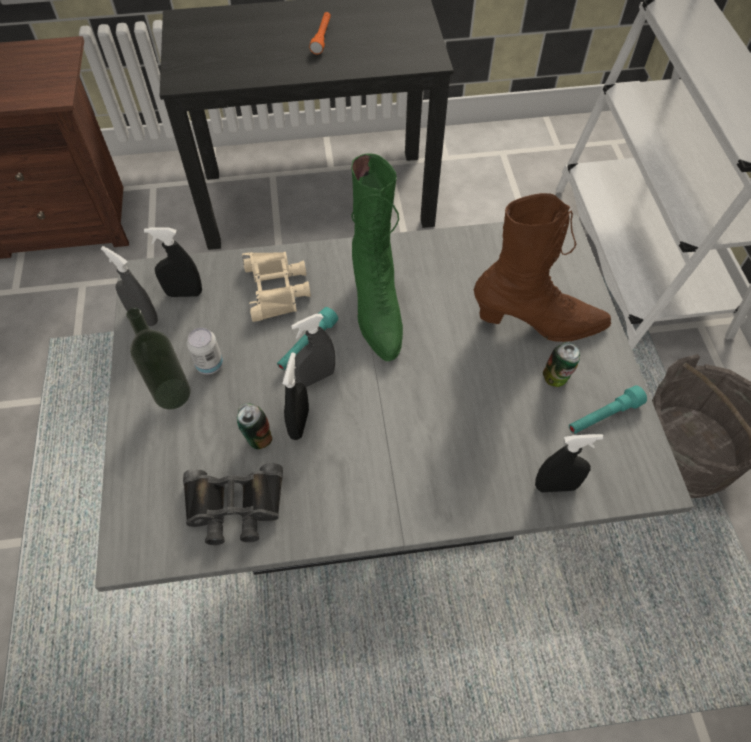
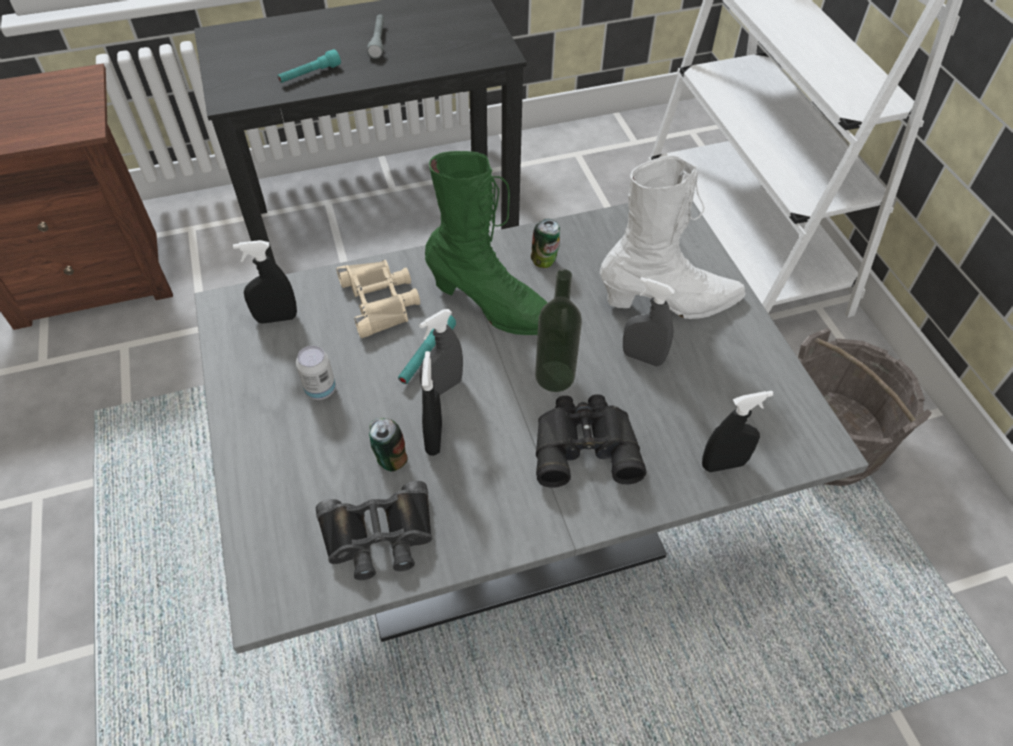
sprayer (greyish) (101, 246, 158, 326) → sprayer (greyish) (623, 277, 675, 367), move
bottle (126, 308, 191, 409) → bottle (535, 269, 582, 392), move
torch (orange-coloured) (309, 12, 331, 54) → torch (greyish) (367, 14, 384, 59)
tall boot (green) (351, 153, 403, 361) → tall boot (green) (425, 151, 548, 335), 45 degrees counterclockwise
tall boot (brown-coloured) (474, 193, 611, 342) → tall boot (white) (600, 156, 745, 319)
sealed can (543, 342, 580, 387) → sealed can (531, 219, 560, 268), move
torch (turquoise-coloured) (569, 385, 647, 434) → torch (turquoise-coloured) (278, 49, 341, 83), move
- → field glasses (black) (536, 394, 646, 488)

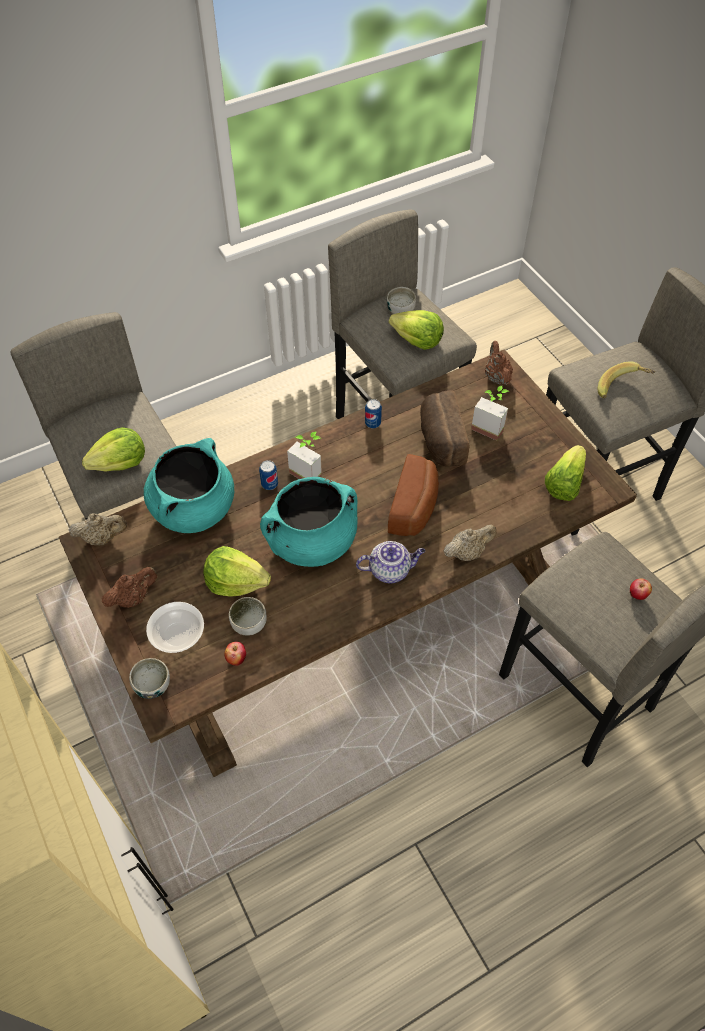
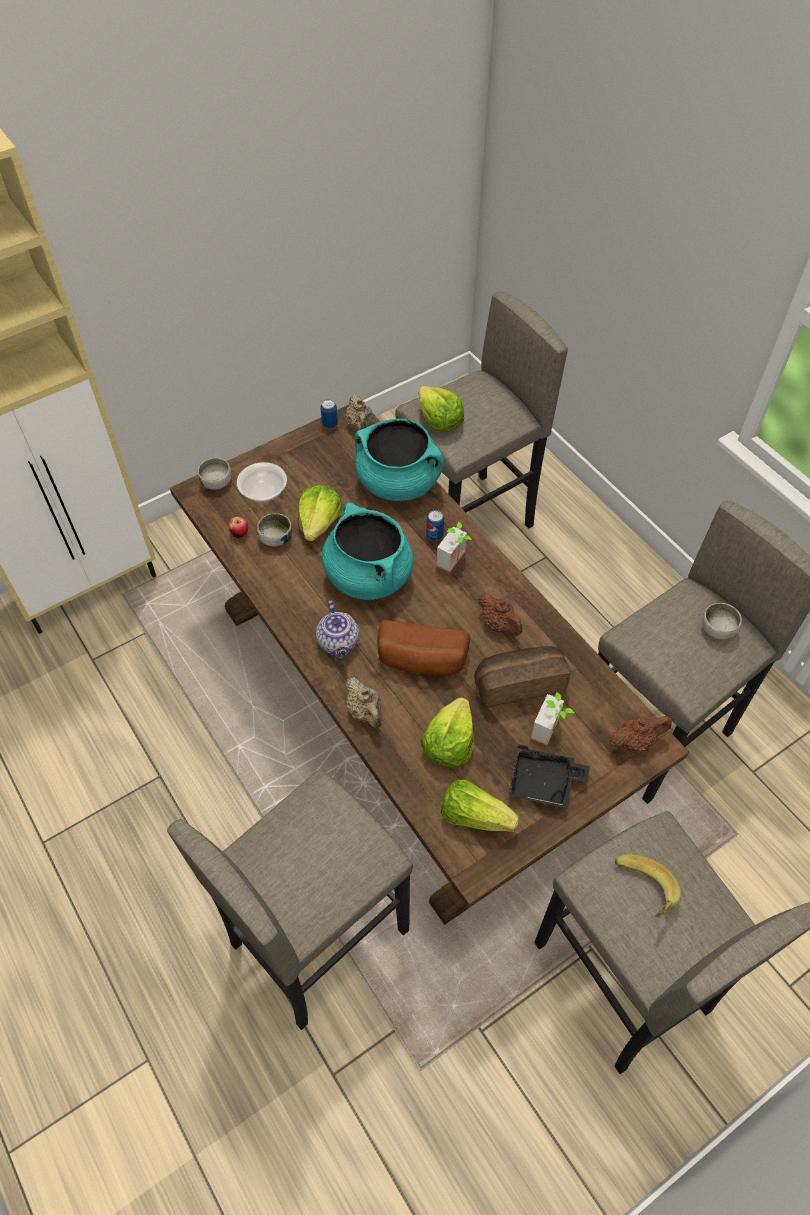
teapot (brown-coloured) (102, 567, 157, 608) → teapot (brown-coloured) (478, 593, 522, 636), move
sealed can (365, 399, 382, 428) → sealed can (320, 399, 338, 429), move
lettuce (389, 310, 444, 350) → lettuce (420, 697, 474, 768), move
whole apple (630, 579, 652, 600) → -
- → carrying tray (black) (508, 745, 590, 808)

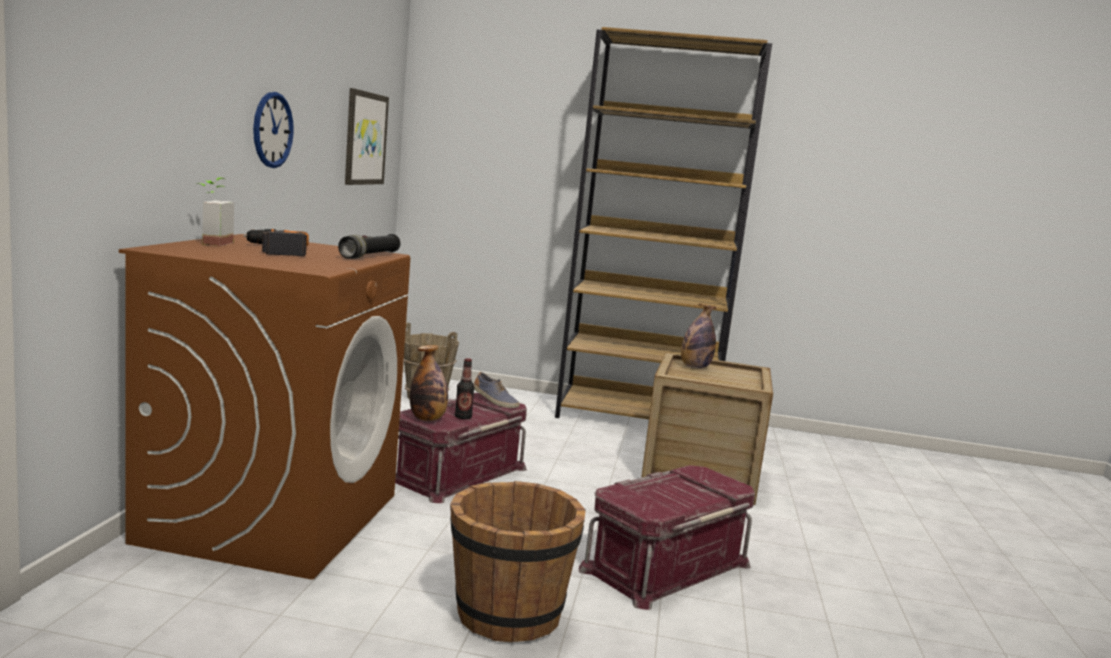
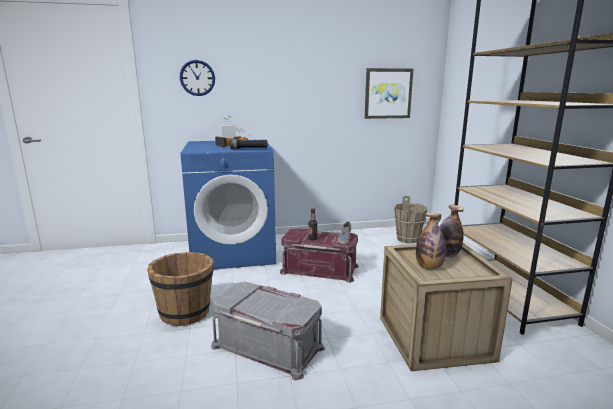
washing machine (brown-coloured) (119, 234, 410, 579) → washing machine (blue-coloured) (180, 141, 276, 270)
wall clock (253, 92, 294, 168) → wall clock (180, 60, 215, 96), move
bottle (410, 345, 448, 421) → bottle (416, 213, 446, 269), move
storage container (reddish) (579, 465, 755, 610) → storage container (greyish) (211, 282, 325, 380)

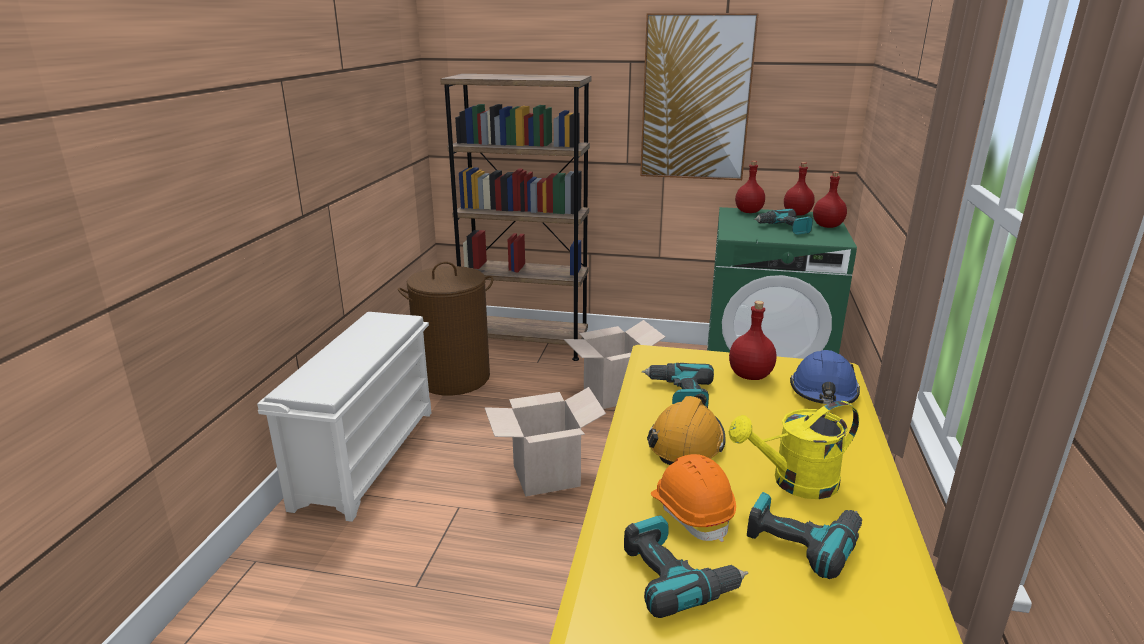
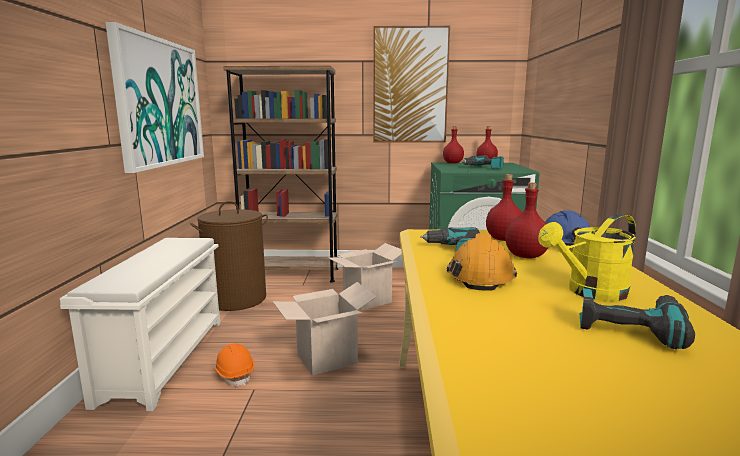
drill (624, 515, 748, 618) → -
hard hat (orange-coloured) (651, 454, 736, 542) → hard hat (orange-coloured) (214, 343, 255, 386), move
bottle (reddish) (813, 172, 847, 228) → bottle (reddish) (505, 182, 548, 258), move
- → wall art (105, 22, 204, 173)

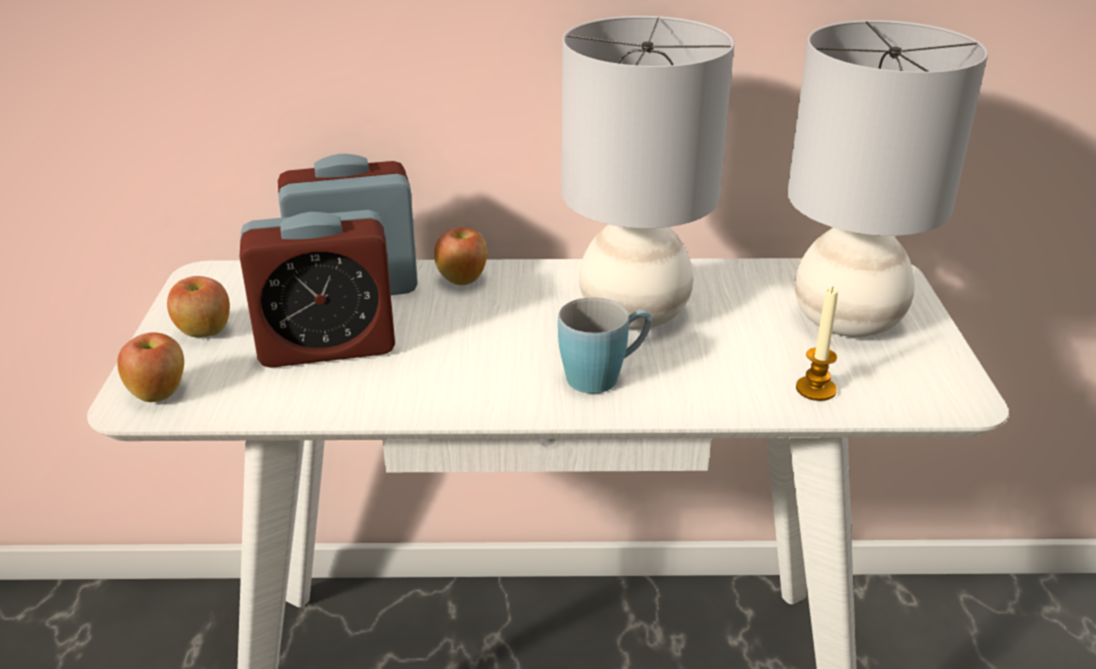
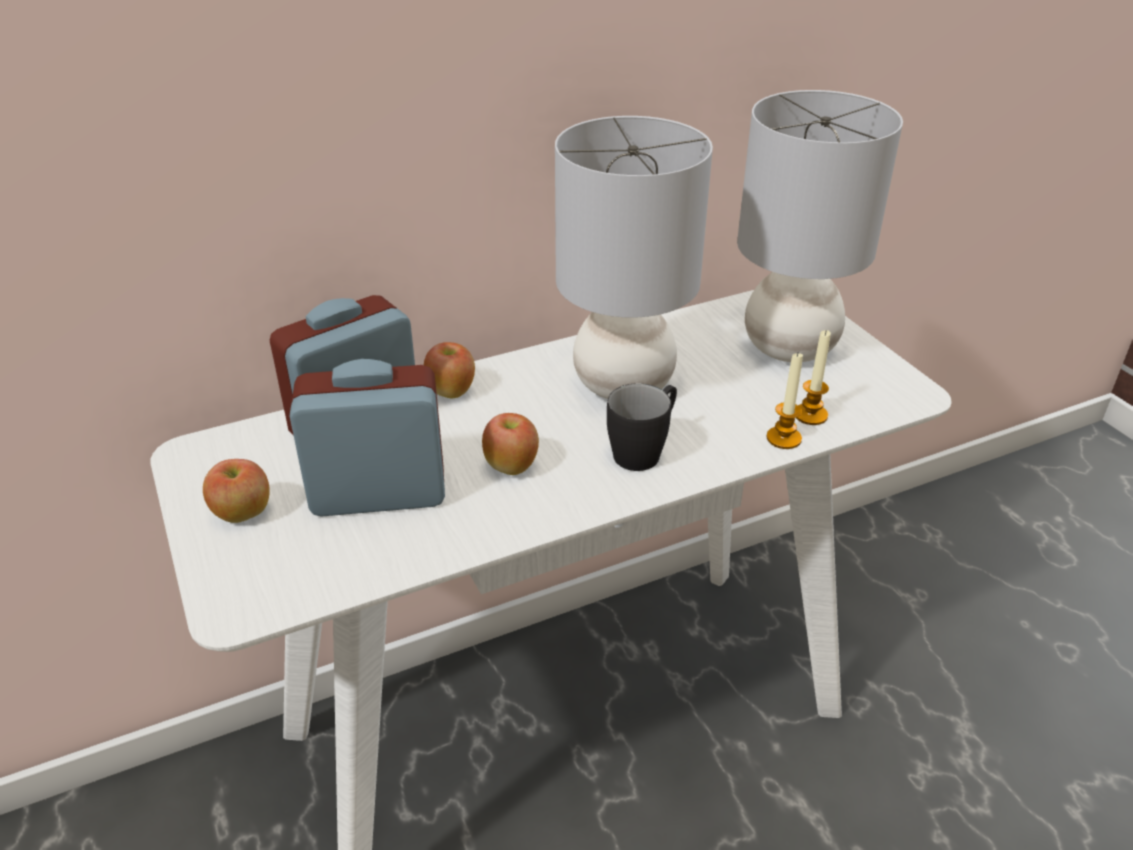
whole apple (117, 333, 184, 402) → whole apple (482, 413, 539, 475), move
bedside clock (239, 210, 395, 368) → bedside clock (290, 359, 445, 517), 150 degrees counterclockwise
tea mug (blue-coloured) (558, 297, 652, 393) → tea mug (black) (607, 383, 677, 471)
- → wax candle (767, 353, 803, 449)

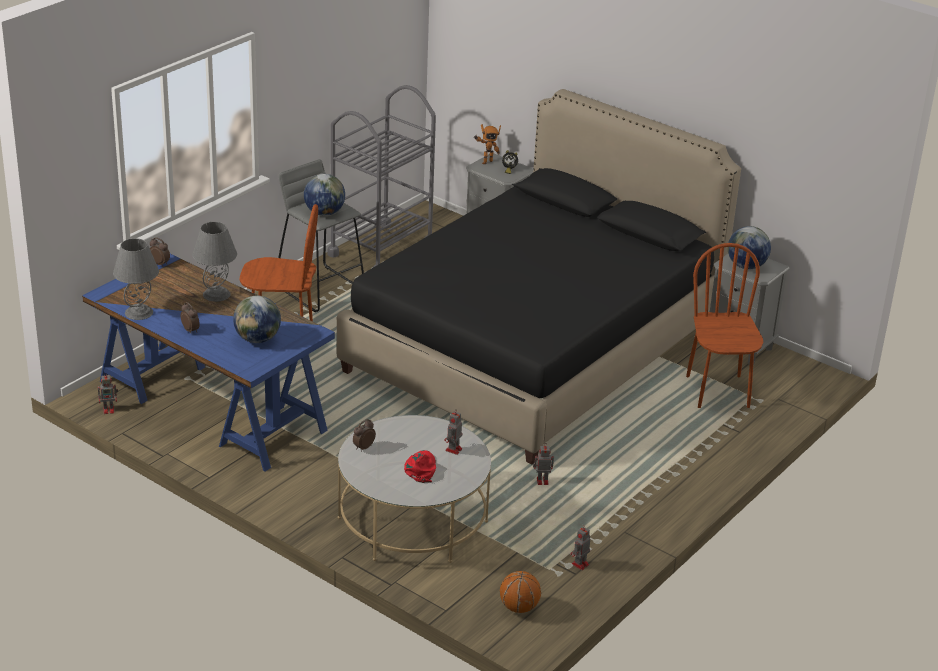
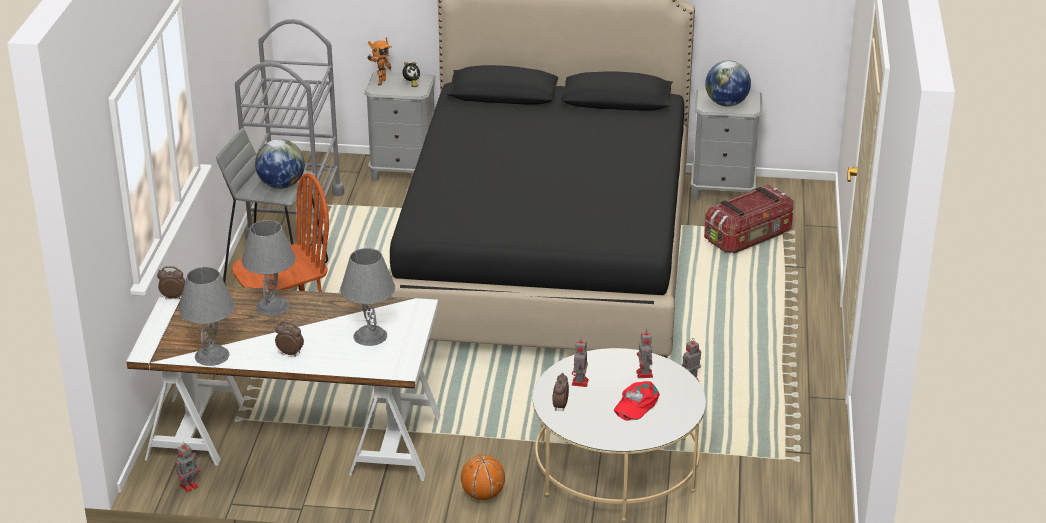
desk table (blue-coloured) (82, 254, 335, 472) → desk table (white) (126, 286, 441, 481)
desk globe (233, 295, 281, 343) → table lamp (greyish) (340, 248, 395, 346)
cap (reddish) (404, 450, 436, 483) → cap (reddish) (614, 381, 660, 421), 120 degrees counterclockwise
basketball (500, 571, 541, 613) → basketball (461, 455, 505, 500), move
model robot (570, 525, 590, 570) → model robot (572, 337, 589, 387), move
upright chair (brown-coloured) (686, 243, 763, 408) → storage container (704, 185, 794, 253)

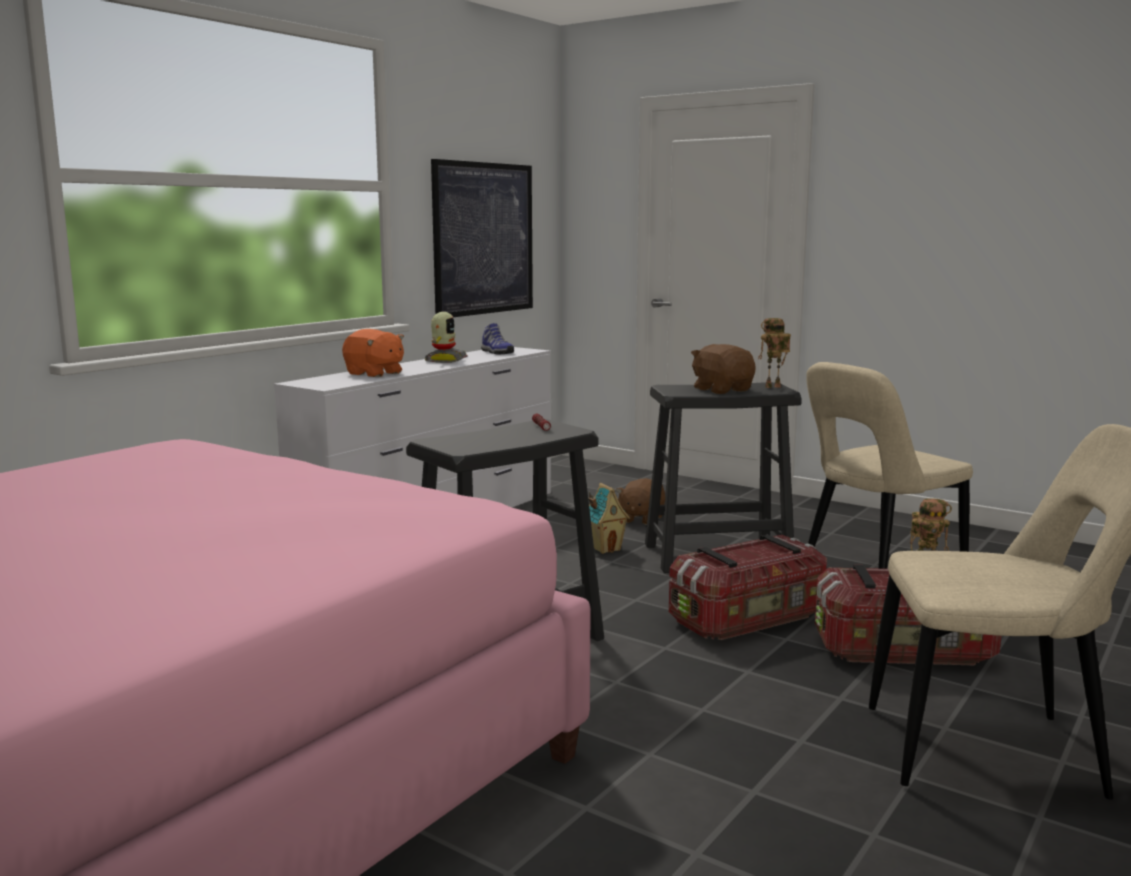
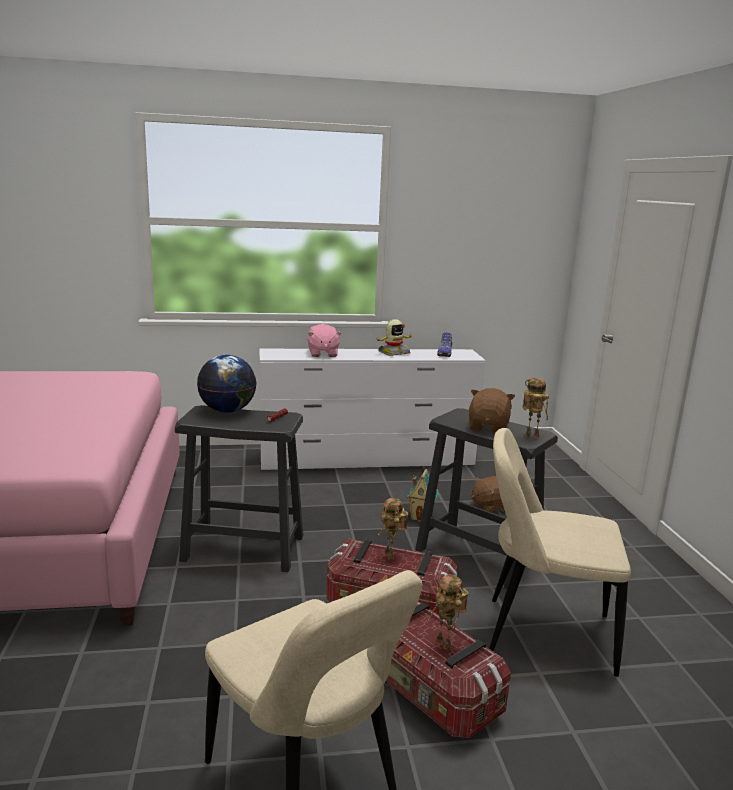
cuddly toy (orange-coloured) (342, 329, 404, 377) → cuddly toy (pink) (308, 324, 342, 357)
wall art (431, 159, 533, 317) → -
- → desk globe (197, 355, 257, 413)
- → model robot (377, 498, 408, 561)

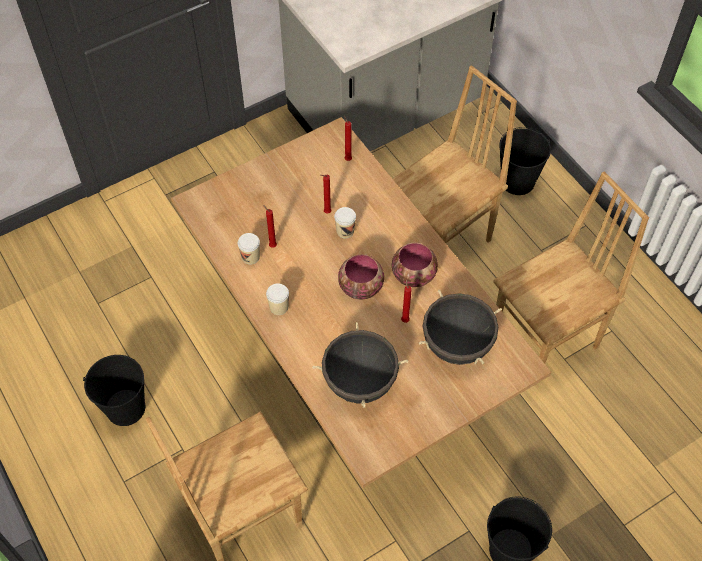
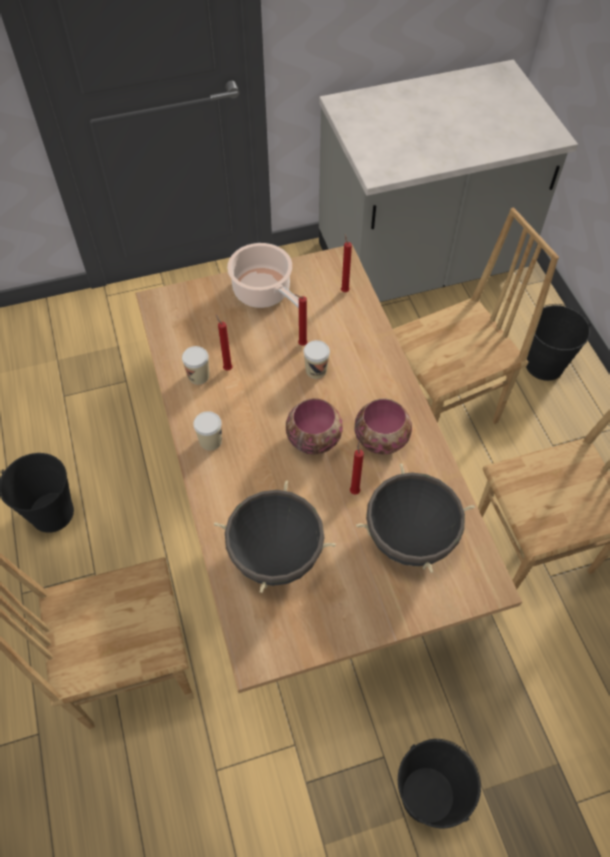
- → stockpot (227, 243, 299, 309)

